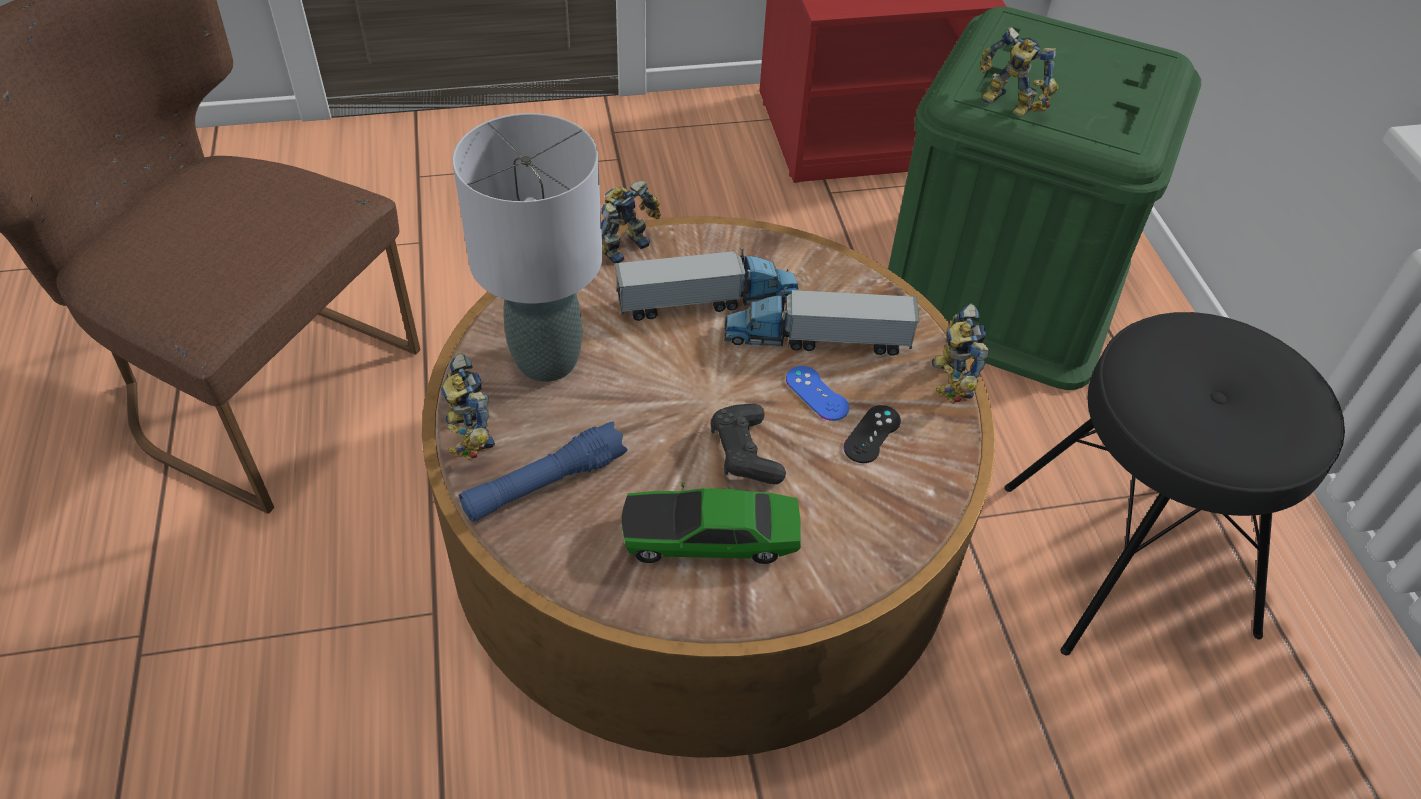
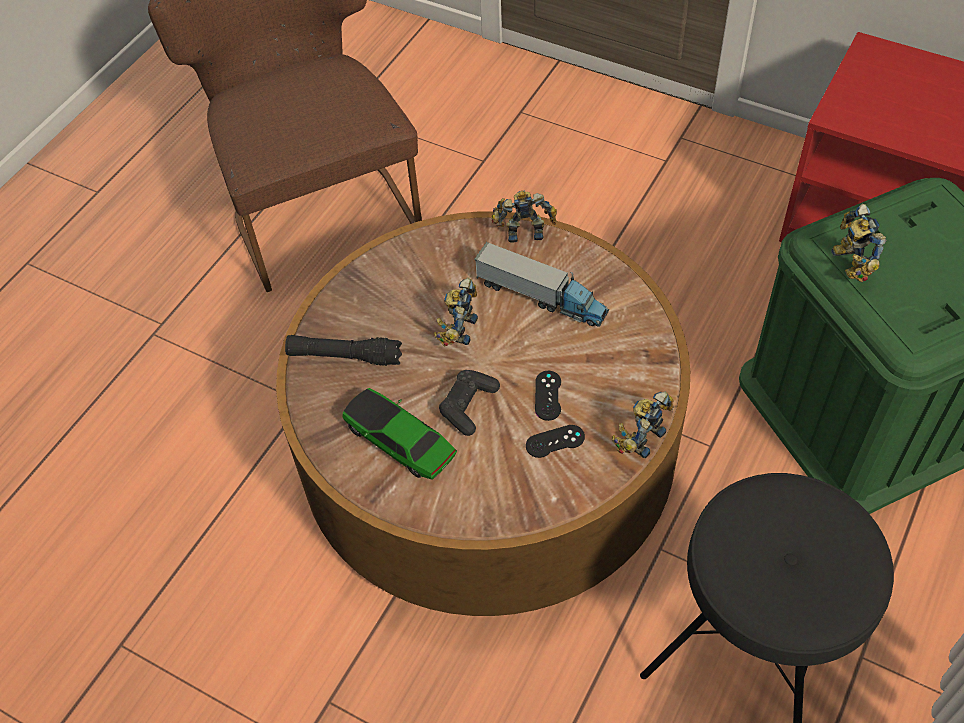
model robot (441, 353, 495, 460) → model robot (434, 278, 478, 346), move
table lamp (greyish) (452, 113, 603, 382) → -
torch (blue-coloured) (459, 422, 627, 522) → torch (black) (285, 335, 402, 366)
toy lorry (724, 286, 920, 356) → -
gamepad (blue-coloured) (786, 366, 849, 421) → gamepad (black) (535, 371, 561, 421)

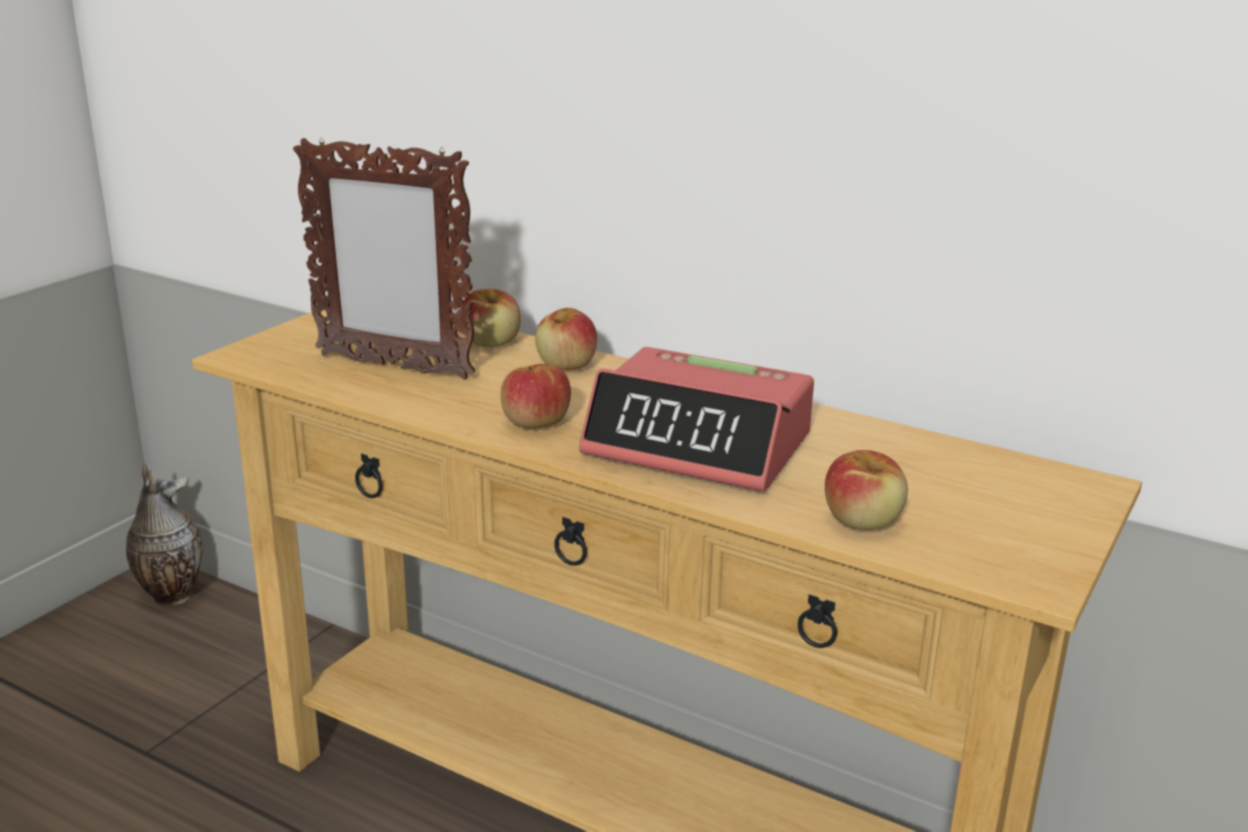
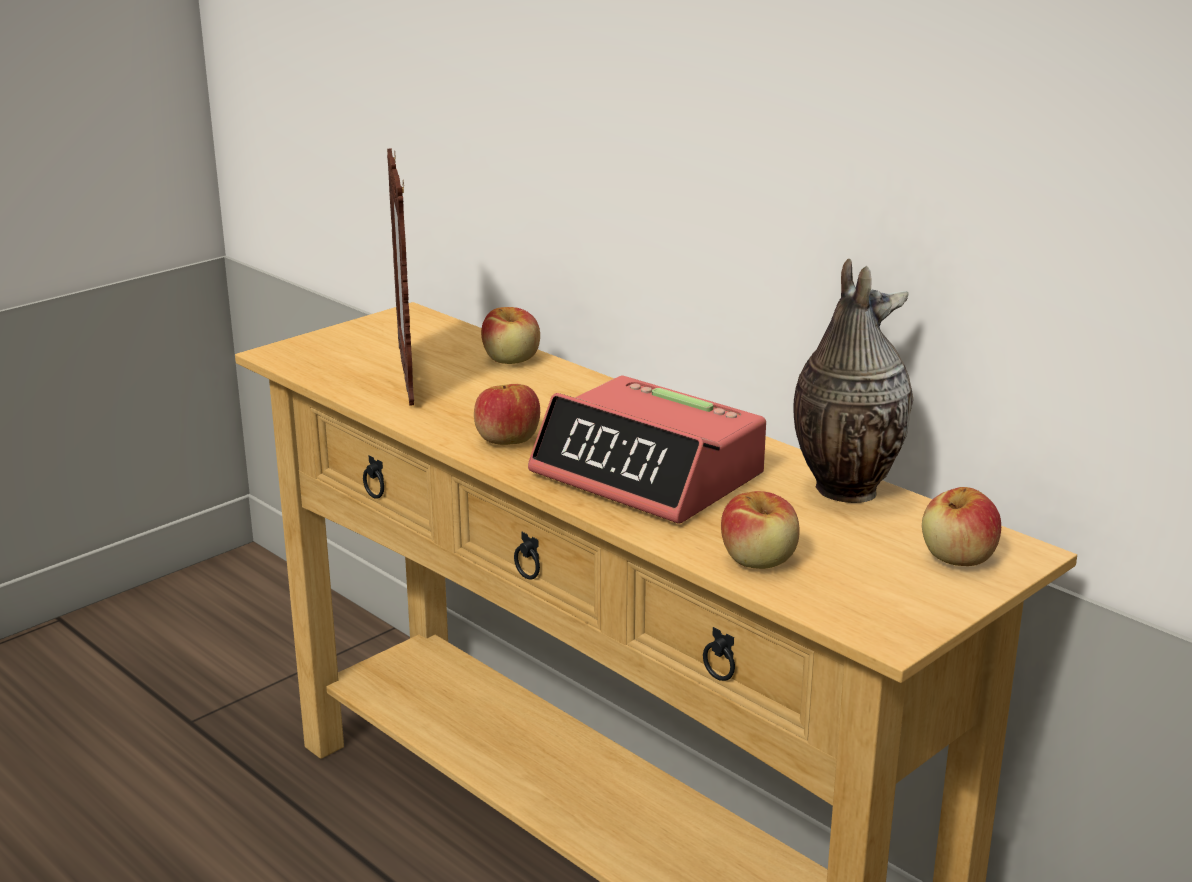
flower vase (126, 463, 202, 606) → flower vase (793, 259, 913, 503), move
picture frame (293, 137, 475, 380) → picture frame (387, 149, 414, 406), 45 degrees clockwise
whole apple (535, 308, 597, 370) → whole apple (922, 487, 1001, 566), move

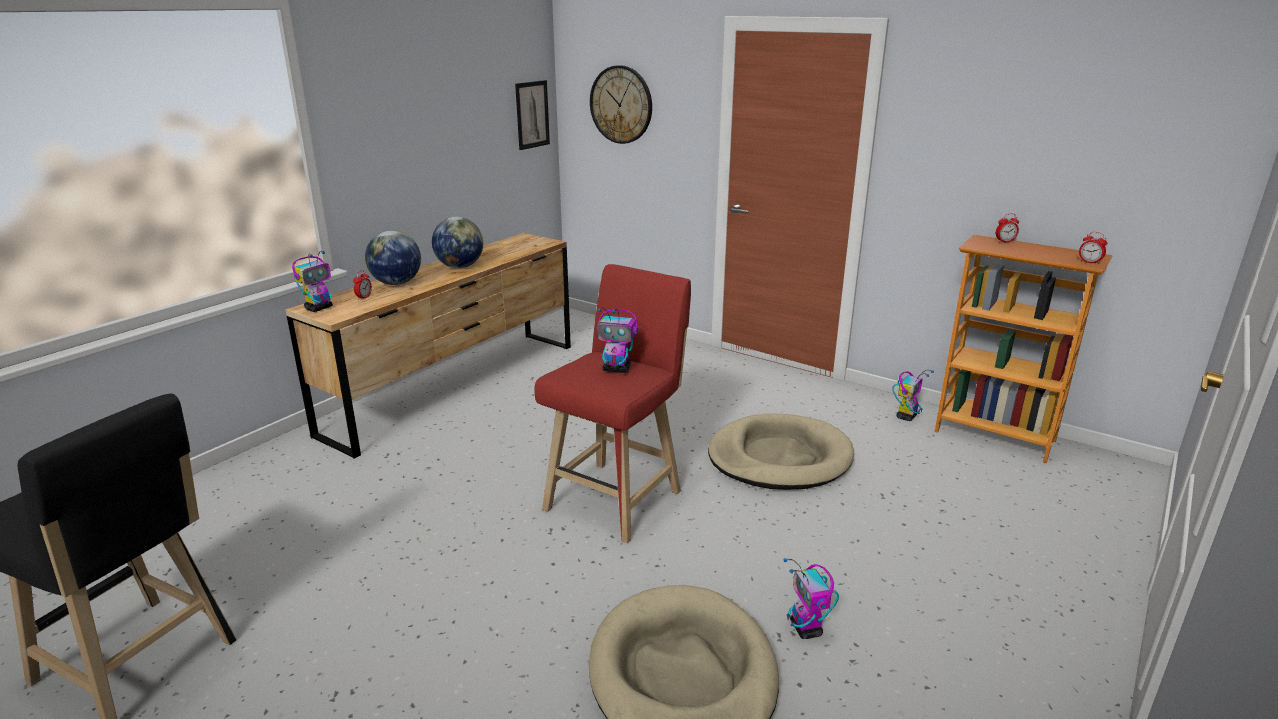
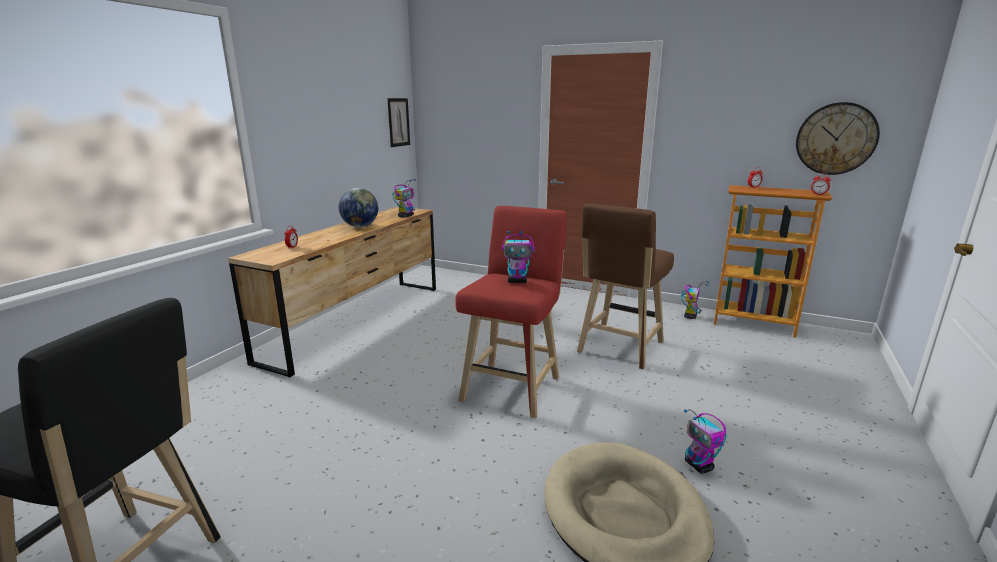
model robot (292, 251, 333, 312) → model robot (392, 179, 415, 218), move
desk globe (365, 230, 421, 285) → -
wall clock (590, 65, 652, 144) → wall clock (796, 102, 880, 175), move
pet bed (beige-coloured) (708, 413, 854, 490) → stool seat (brown-coloured) (577, 204, 674, 369)

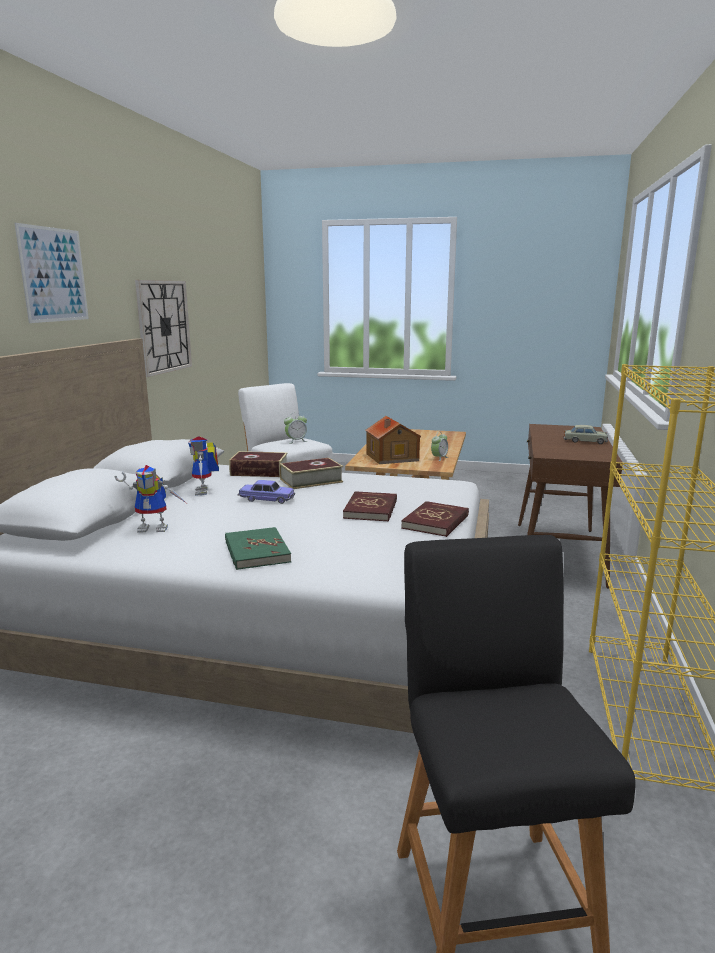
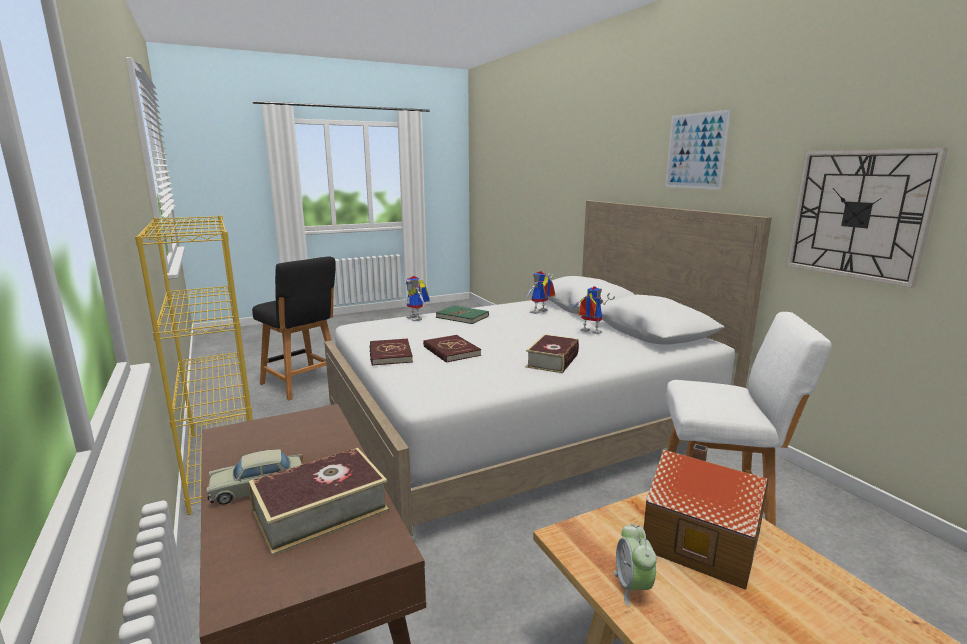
volume (229, 451, 288, 477) → volume (248, 448, 389, 556), move
miniature car (238, 480, 295, 504) → -
bedside clock (284, 412, 308, 444) → -
- → model robot (404, 276, 430, 321)

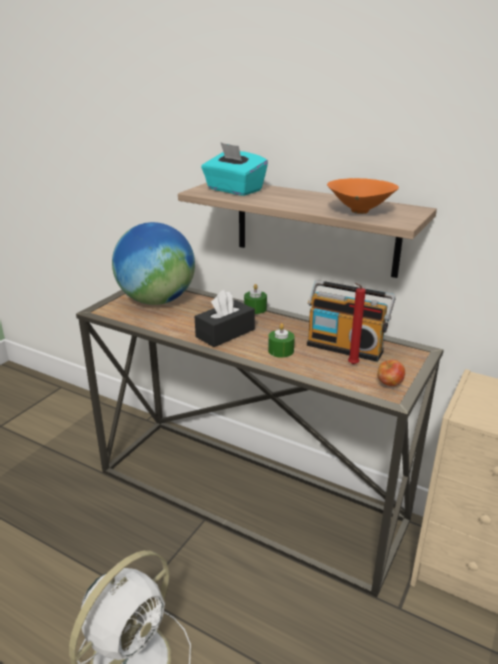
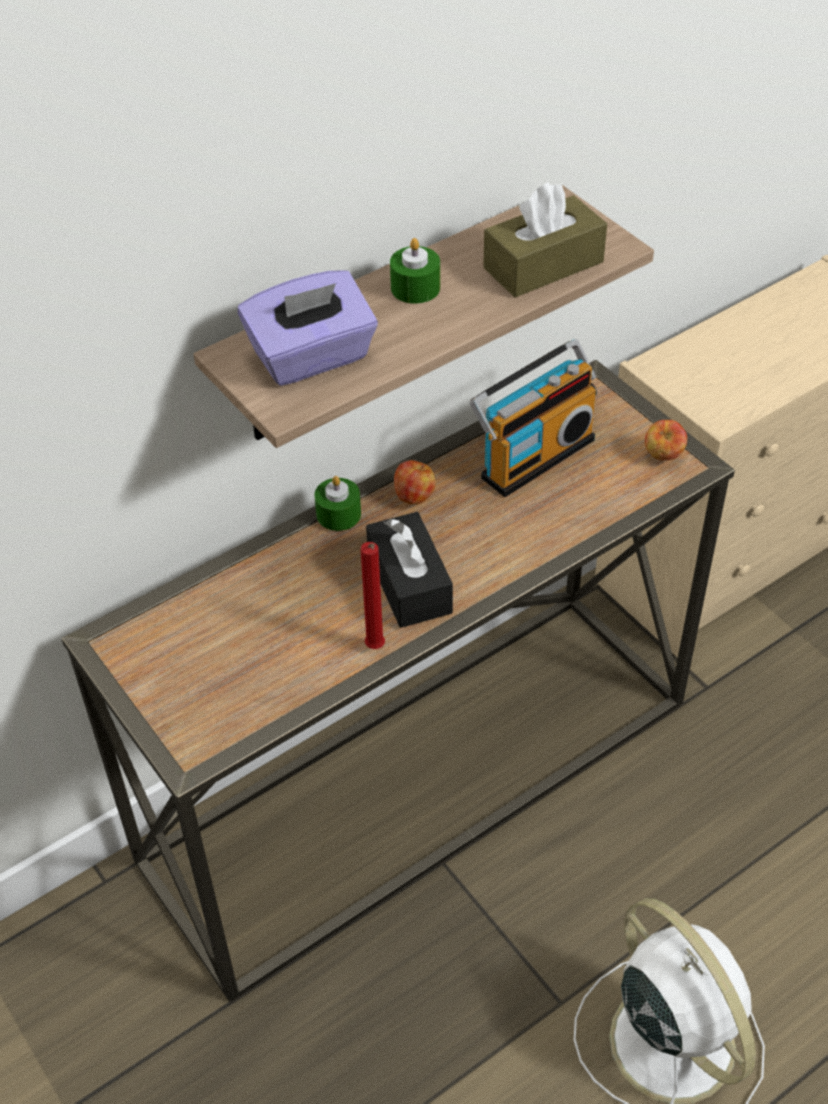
desk globe (112, 222, 195, 305) → -
box of tissues (turquoise-coloured) (201, 142, 268, 196) → box of tissues (purple) (238, 270, 378, 386)
wax candle (green) (268, 323, 295, 358) → wax candle (green) (390, 238, 440, 304), move
serving bowl (orange-coloured) (327, 178, 399, 214) → box of tissues (brown-coloured) (483, 182, 607, 297)
wax candle (reddish) (348, 283, 366, 365) → wax candle (reddish) (361, 542, 385, 649), move
- → whole apple (394, 460, 436, 505)

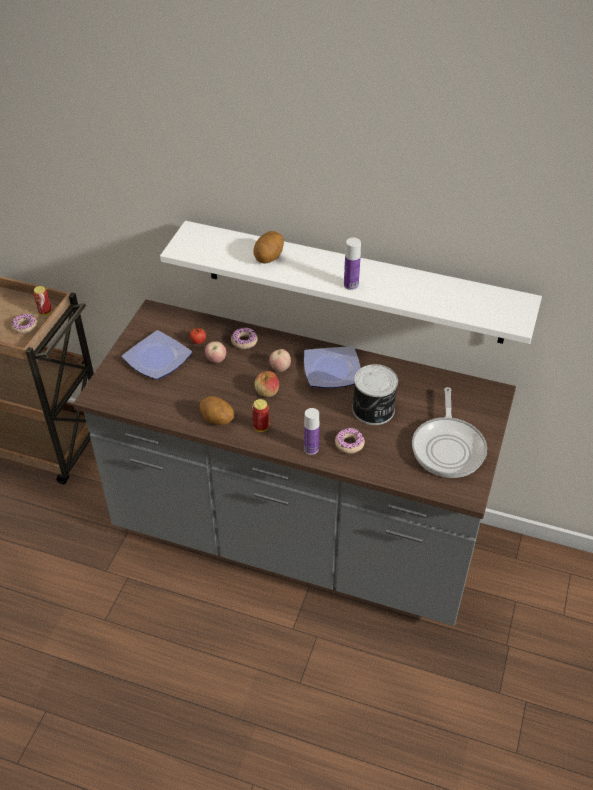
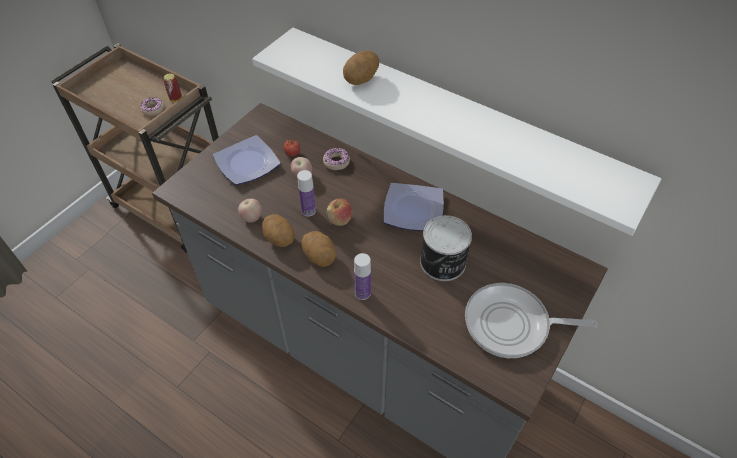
sealed can (252, 399, 269, 432) → spud (301, 231, 336, 267)
whole apple (269, 349, 291, 372) → whole apple (238, 199, 262, 223), move
donut (335, 427, 365, 454) → -
bottle (344, 238, 361, 290) → bottle (297, 170, 316, 217), move
frying pan (412, 387, 487, 478) → frying pan (465, 283, 598, 358), 75 degrees clockwise

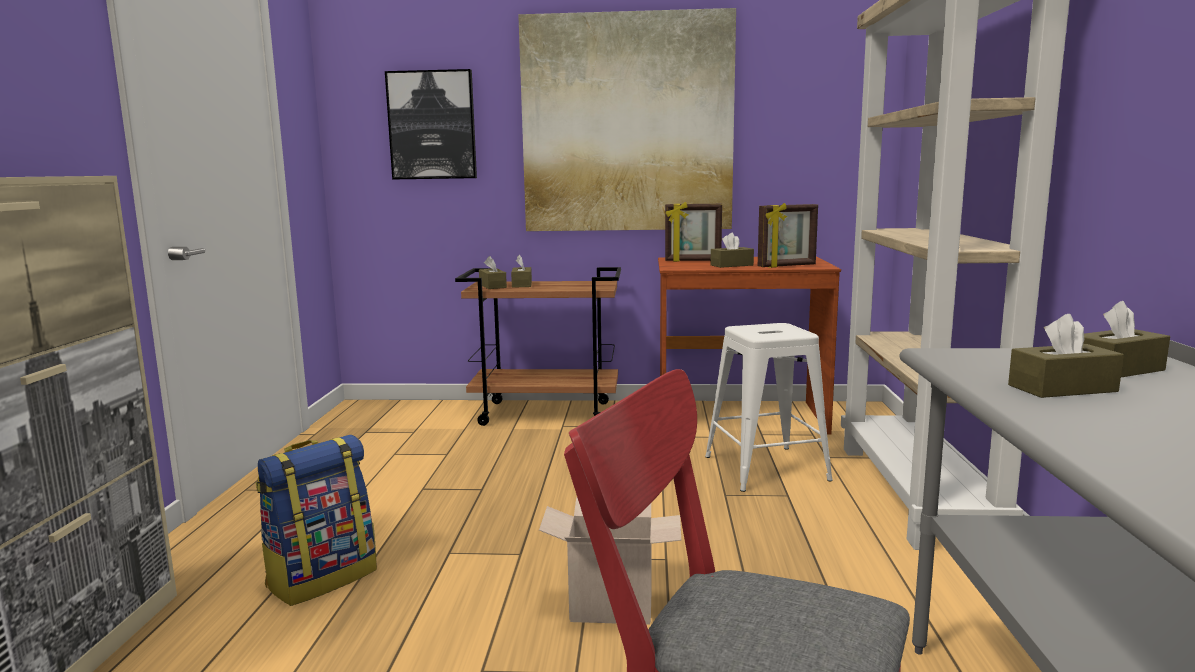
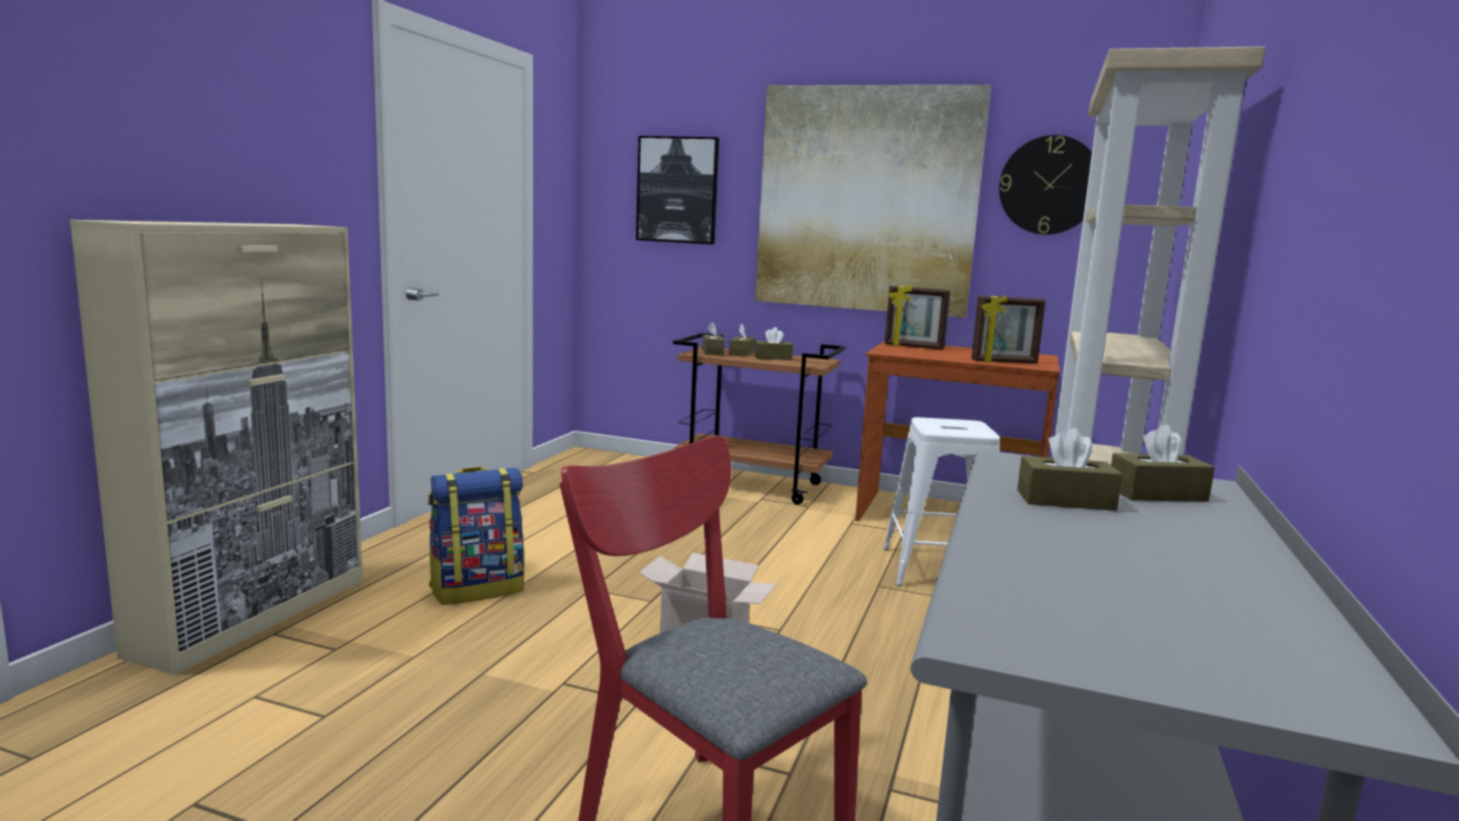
box of tissues (brown-coloured) (711, 233, 754, 268) → box of tissues (brown-coloured) (755, 327, 793, 360), move
- → wall clock (999, 135, 1092, 235)

